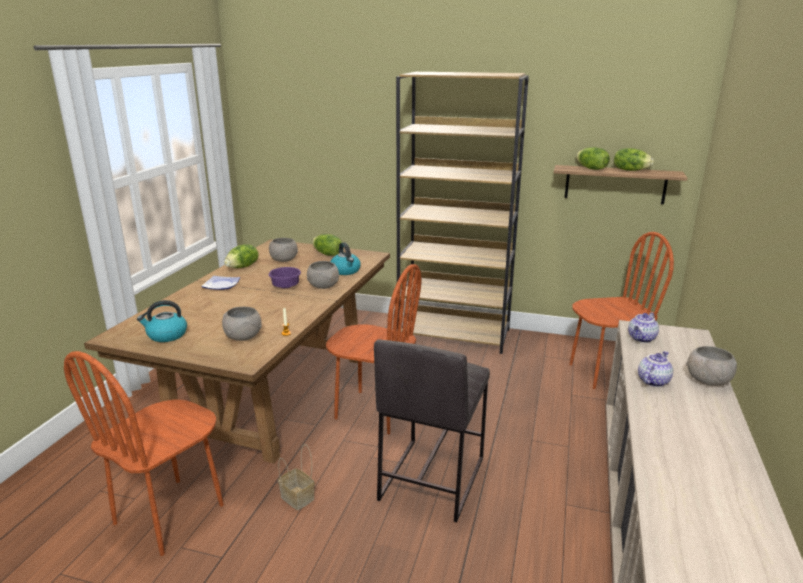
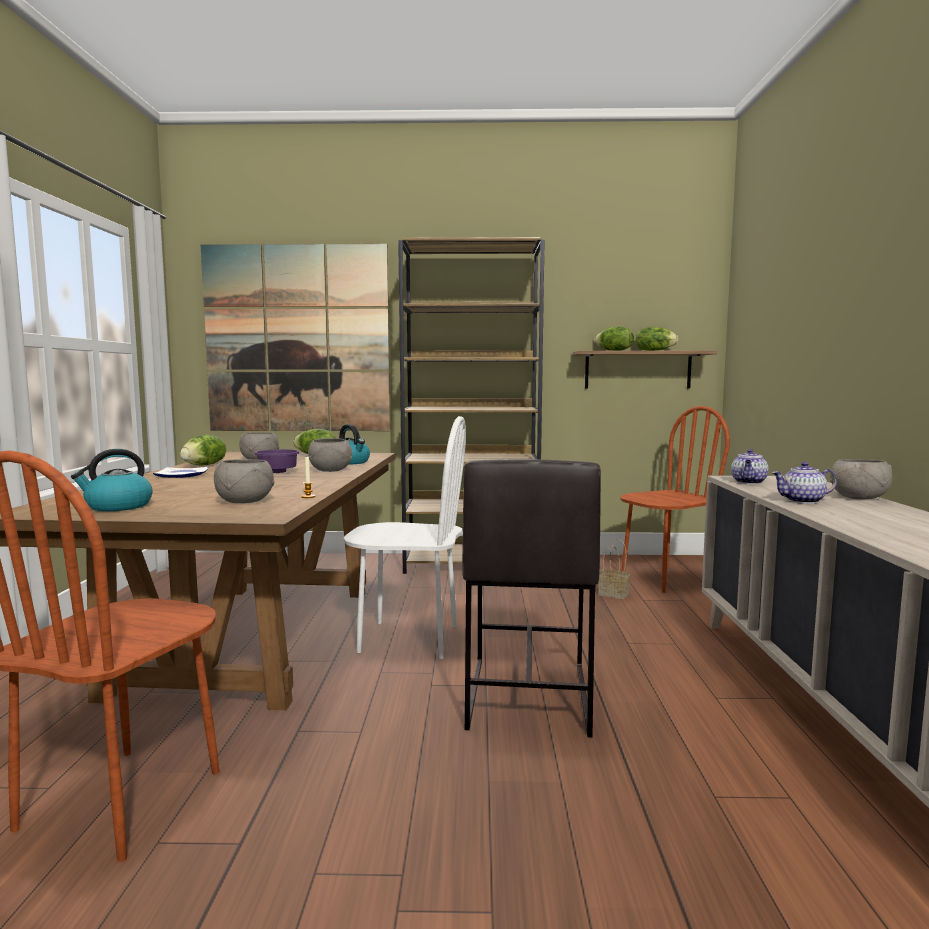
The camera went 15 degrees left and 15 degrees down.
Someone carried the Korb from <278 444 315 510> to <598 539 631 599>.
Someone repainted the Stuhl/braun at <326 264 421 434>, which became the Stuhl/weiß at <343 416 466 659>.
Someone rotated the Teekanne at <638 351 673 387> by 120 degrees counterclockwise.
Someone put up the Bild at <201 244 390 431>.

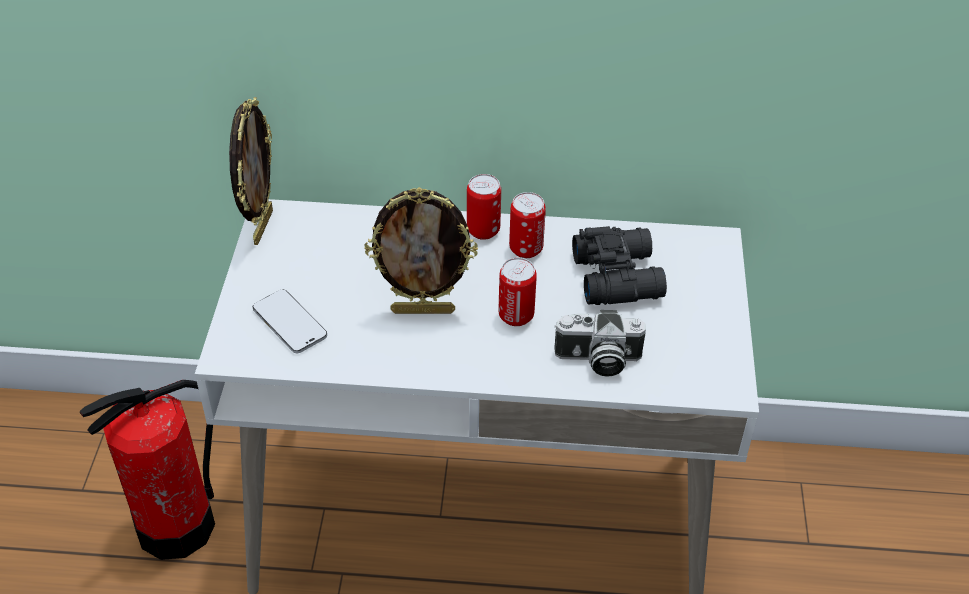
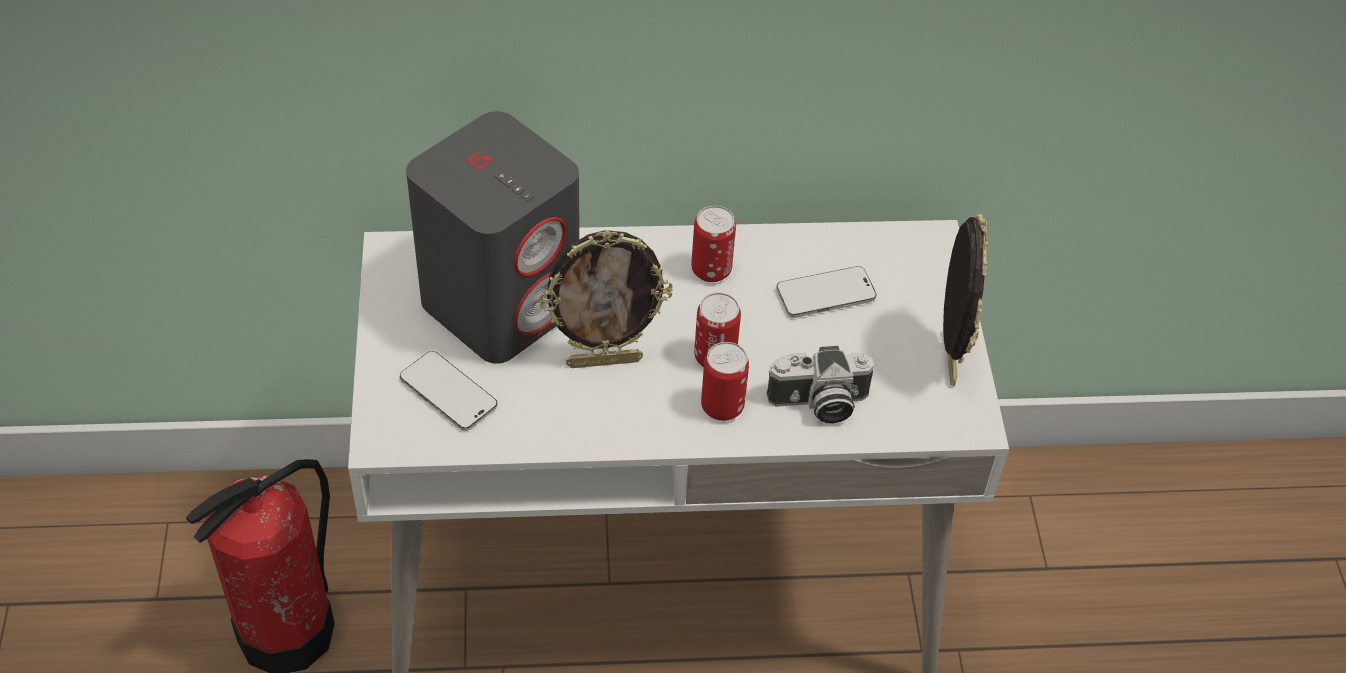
The camera went 10 degrees left and 5 degrees up.
Someone carried the Bilderrahmen from <229 97 273 245> to <943 213 988 386>.
Someone carried the Dose from <467 174 501 240> to <701 342 749 421>.
Someone swapped the Fernglas/schwarz at <572 226 667 305> for the Handy at <776 266 877 318>.
Someone put down the Lautsprecher/grau at <406 111 579 364>.

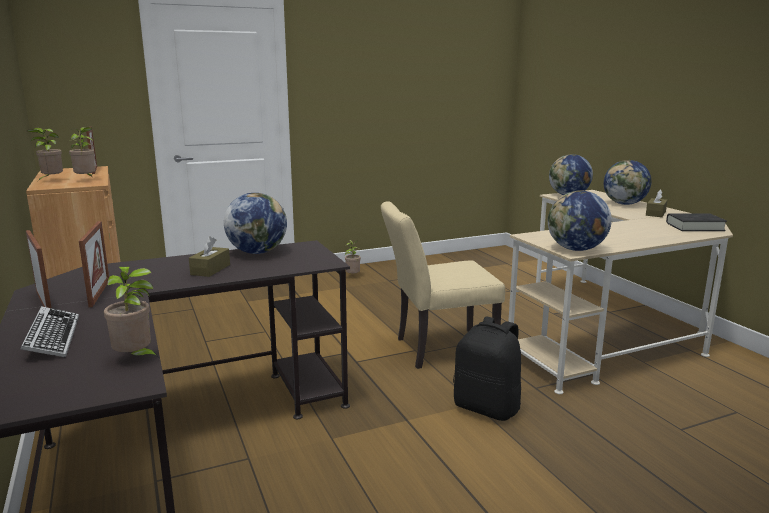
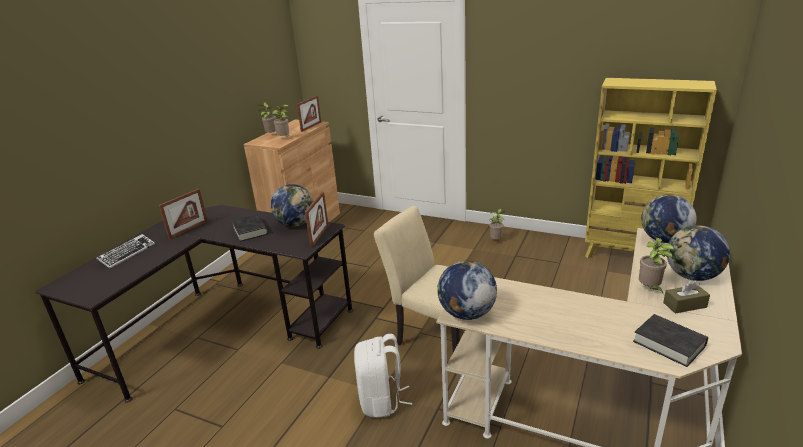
The camera went 50 degrees right and 10 degrees up.
Someone carried the Bilderrahmen from <26 230 52 308> to <305 192 328 247>.
Someone carried the Topfpflanze from <104 267 159 359> to <639 238 674 295>.
Someone swapped the Taschentuchbox/braun at <189 236 230 277> for the Buch/schwarz at <231 214 268 242>.
Someone repainted the Rucksack/schwarz at <453 317 521 421>, which became the Rucksack/weiß at <354 334 412 418>.
Someone put down the Bücherregal/gelb at <585 78 717 258>.

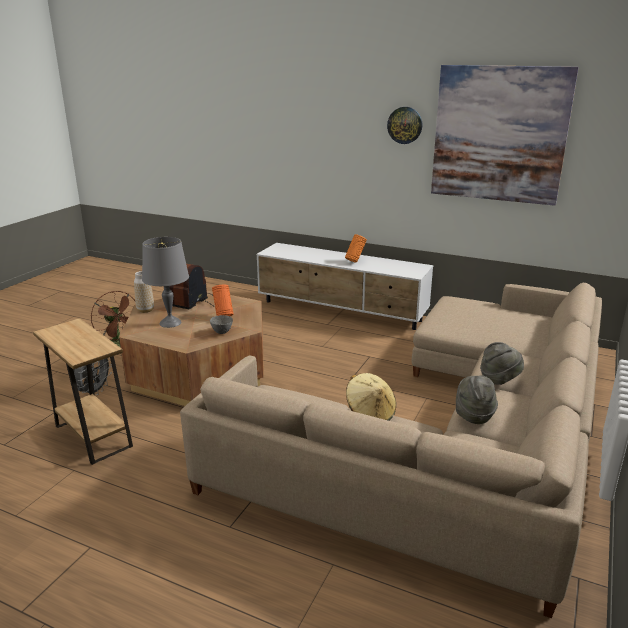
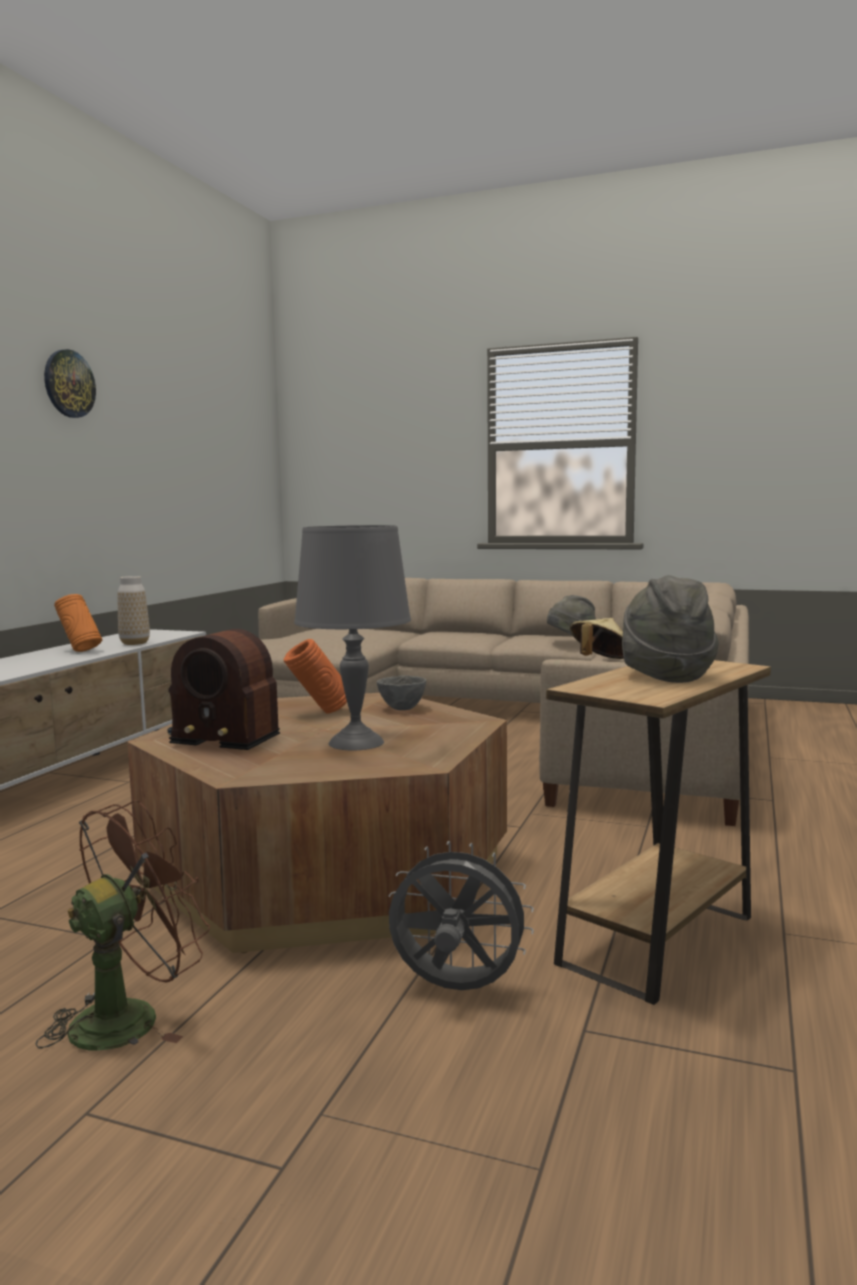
The camera went 95 degrees left and 15 degrees down.
Someone carried the Vase from <134 271 154 313> to <118 576 150 645>.
Someone took away the Bild at <431 65 579 206>.
Someone carried the Hut/grau from <480 342 524 385> to <622 575 719 683>.

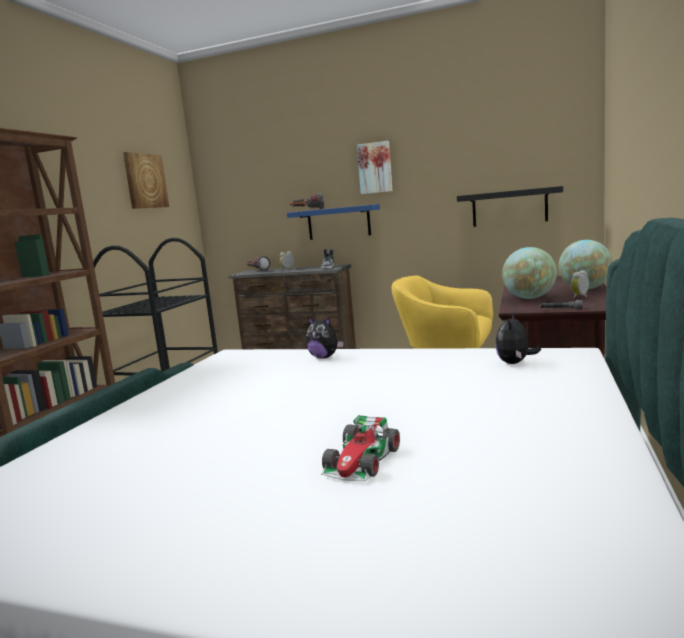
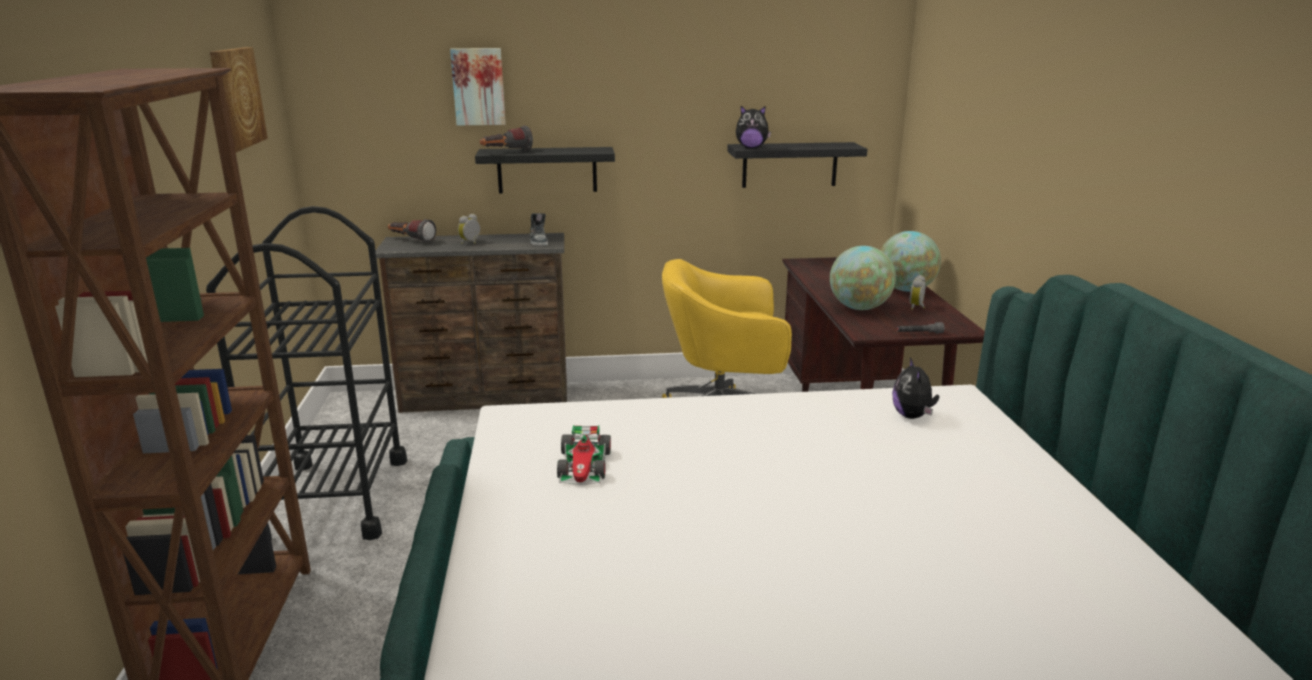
The camera went 25 degrees left and 10 degrees up.
Someone repainted the Wandregal/blau at <287 204 380 240>, which became the Wandregal/schwarz at <475 147 615 194>.
Someone carried the Plüschtier from <306 317 344 359> to <736 106 771 148>.
Someone carried the Spielzeugauto from <321 415 400 481> to <557 425 611 485>.
Someone carried the Bild from <357 141 393 194> to <450 48 506 125>.

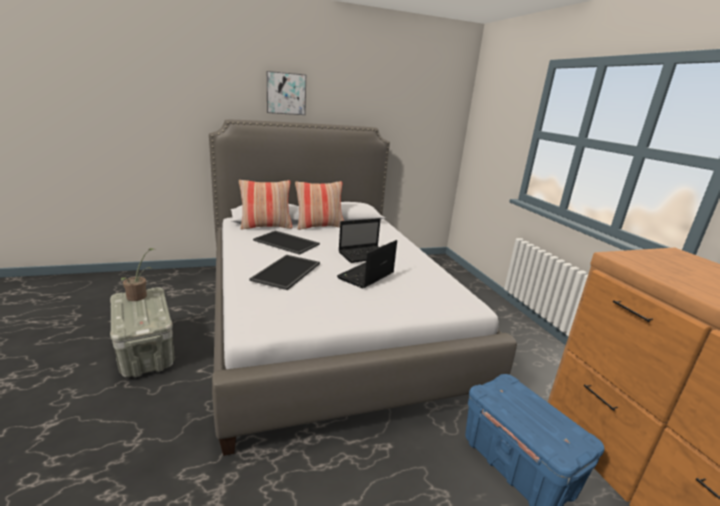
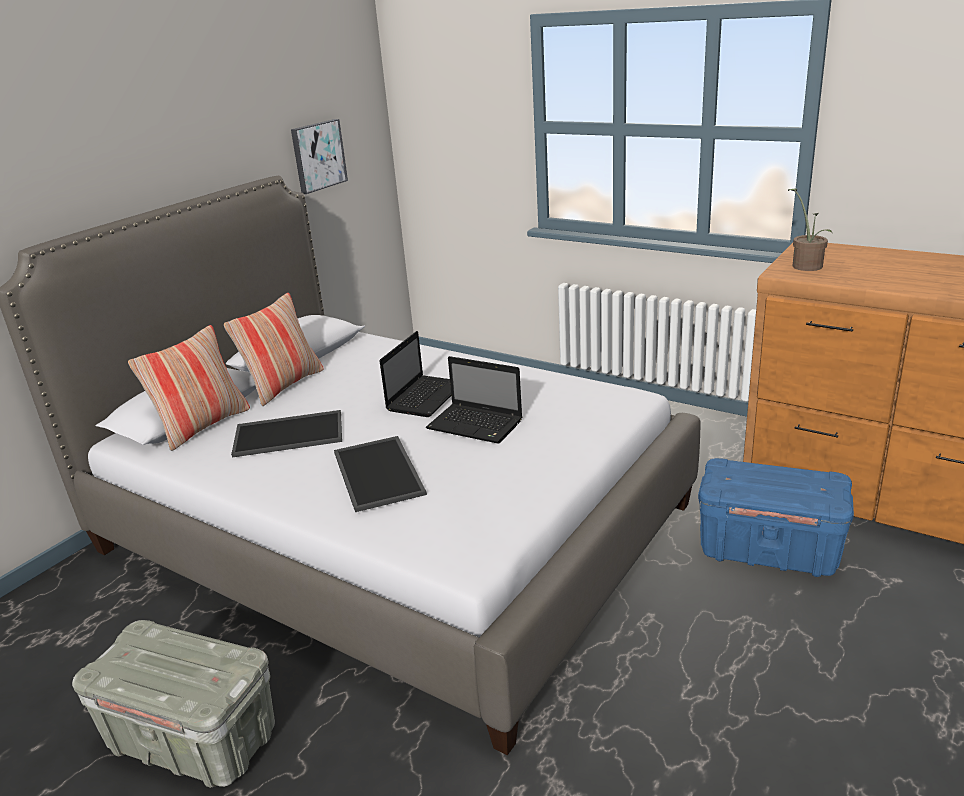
The camera went 35 degrees left and 5 degrees up.
Someone carried the Topfpflanze from <121 248 154 301> to <788 188 832 271>.
Someone carried the Bild from <267 71 306 115> to <291 119 348 194>.
Someone rotated the Laptop at <337 240 397 288> by 60 degrees counterclockwise.

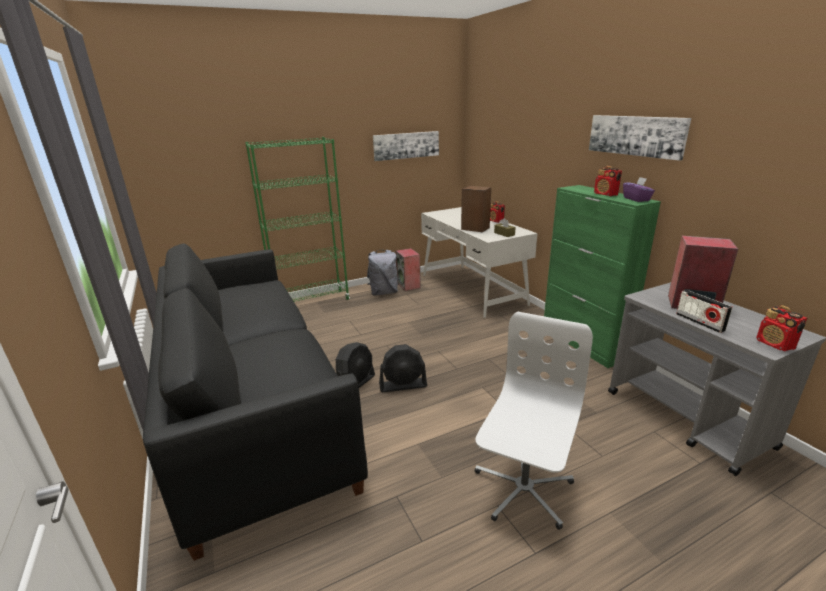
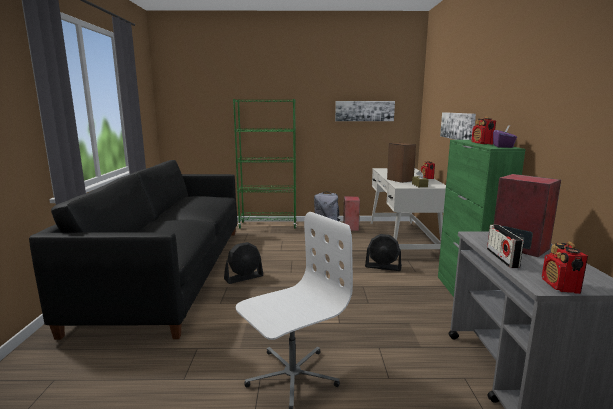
The camera went 25 degrees right and 10 degrees down.
Someone carried the Ventilator/schwarz from <379 344 427 392> to <365 234 402 271>.
Someone carried the Bild from <589 115 691 161> to <440 112 476 140>.

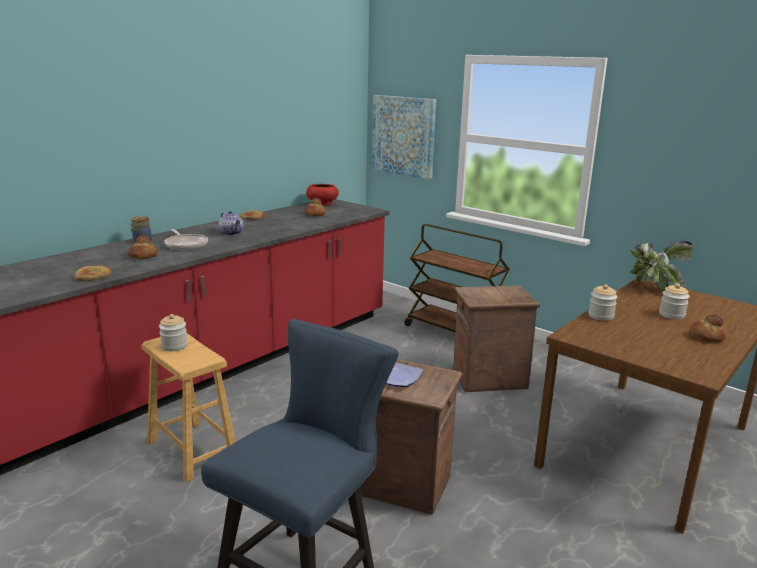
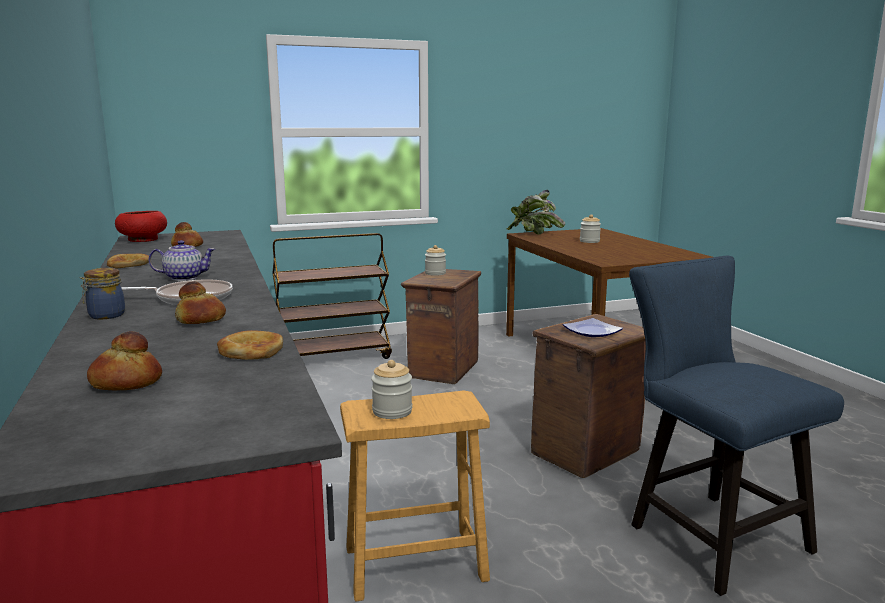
The camera went 60 degrees left and 5 degrees down.
Someone took away the Bild at <372 95 436 179>.
Someone carried the Vorratsglas from <588 284 617 321> to <425 245 446 276>.
Someone carried the Brot from <689 314 725 343> to <87 331 162 390>.

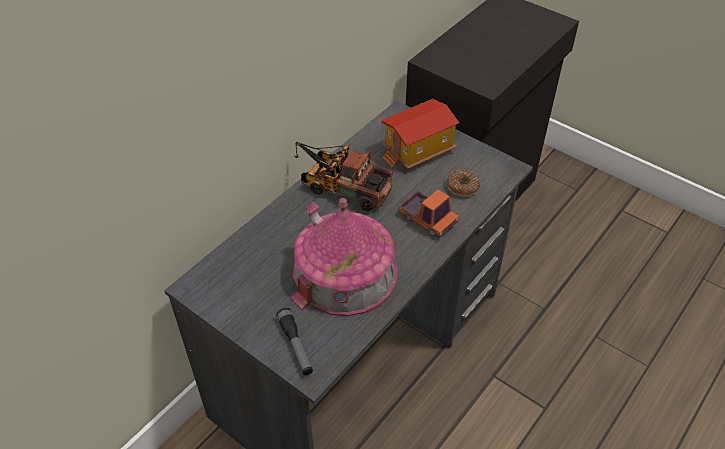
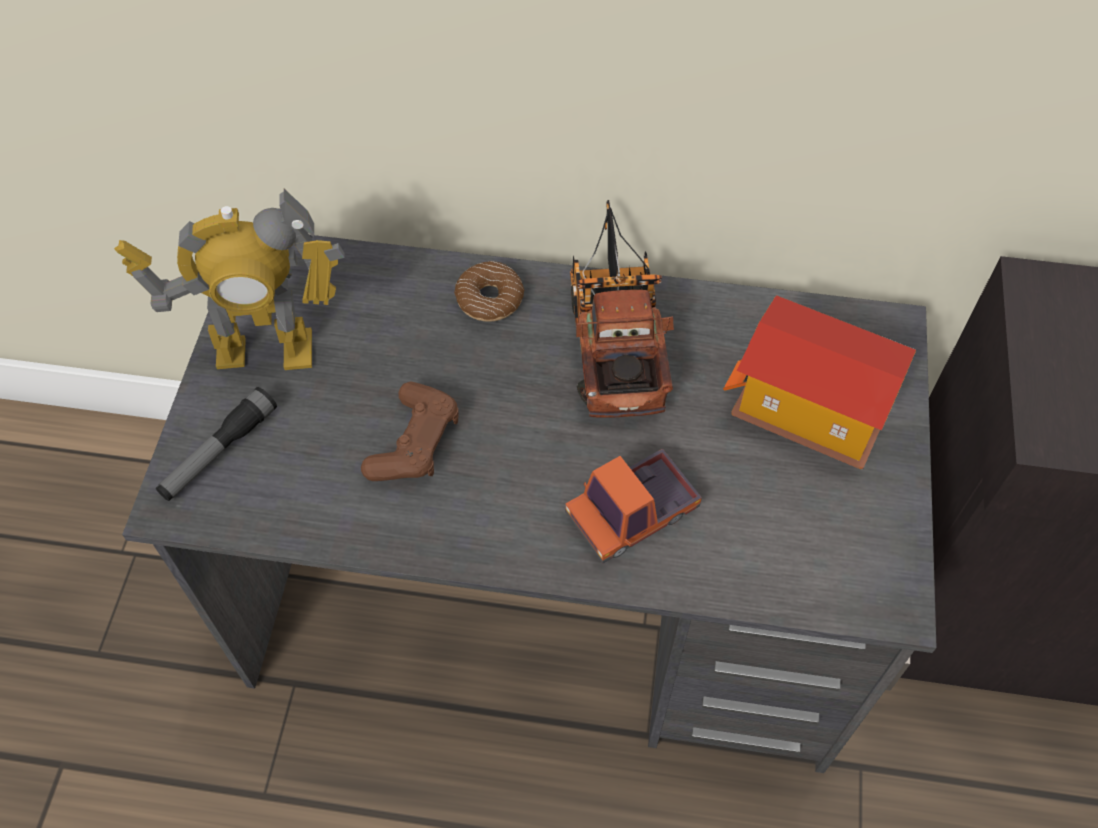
The camera went 60 degrees right and 10 degrees up.
Someone swapped the Spielzeughaus at <291 198 397 316> for the Gamepad/braun at <361 381 459 481>.
Someone rotated the Spielzeuglaster at <398 189 459 238> by 45 degrees clockwise.
Someone carried the Donut from <447 170 480 197> to <454 261 525 322>.
Someone put down the Spielzeugroboter at <114 189 345 370>.

